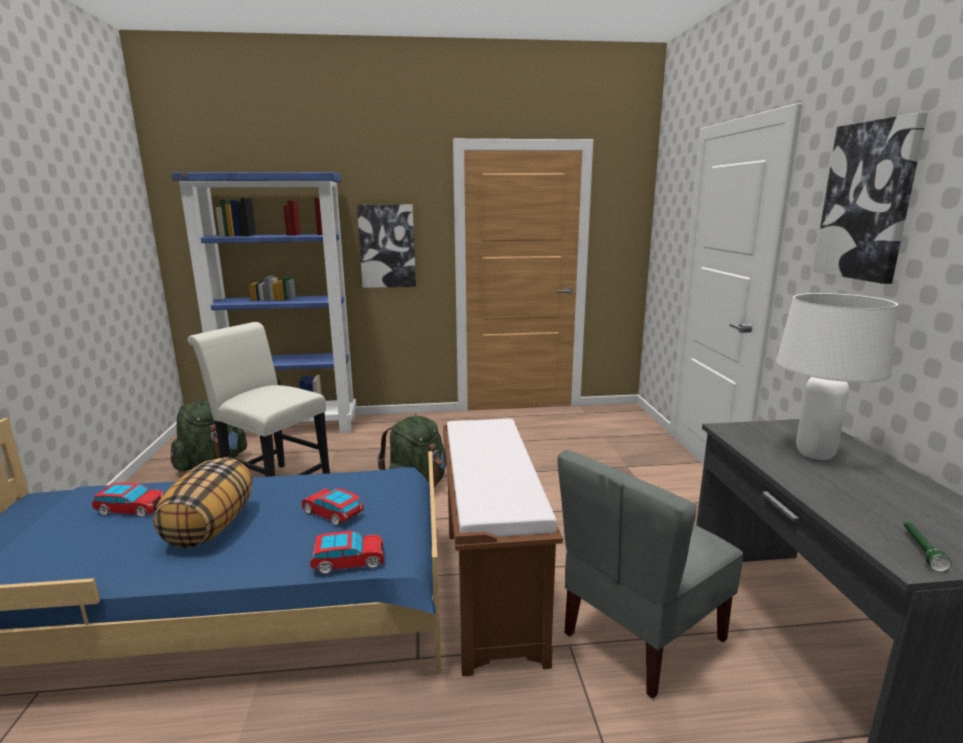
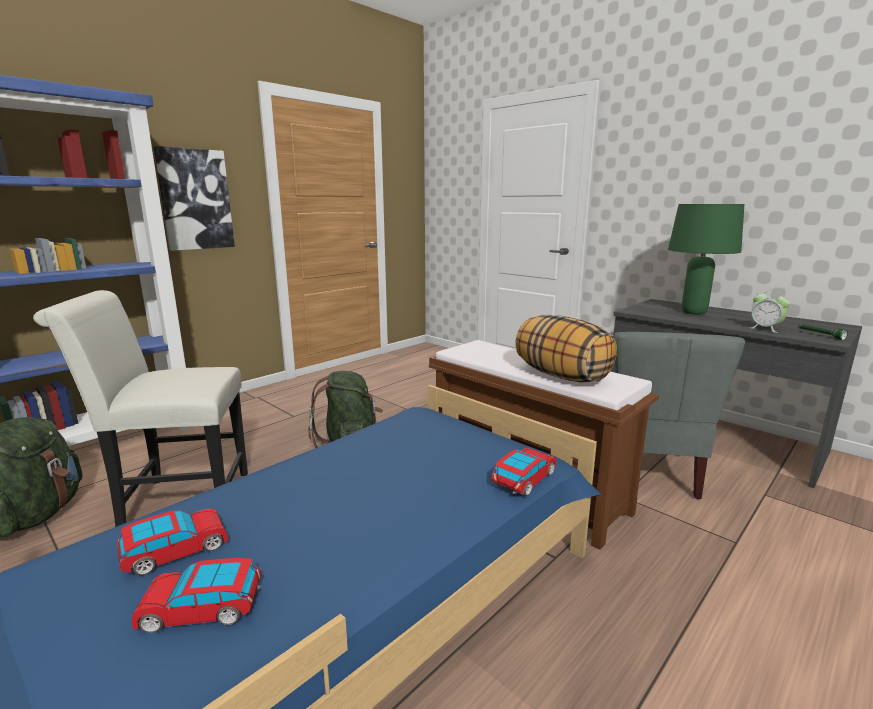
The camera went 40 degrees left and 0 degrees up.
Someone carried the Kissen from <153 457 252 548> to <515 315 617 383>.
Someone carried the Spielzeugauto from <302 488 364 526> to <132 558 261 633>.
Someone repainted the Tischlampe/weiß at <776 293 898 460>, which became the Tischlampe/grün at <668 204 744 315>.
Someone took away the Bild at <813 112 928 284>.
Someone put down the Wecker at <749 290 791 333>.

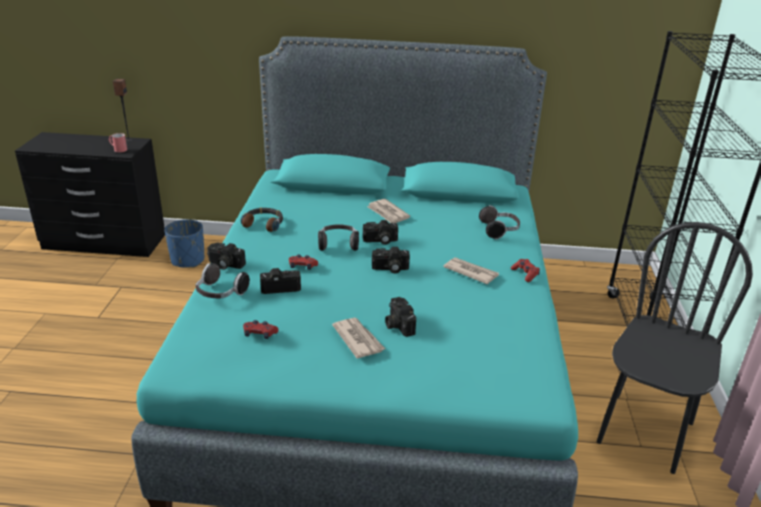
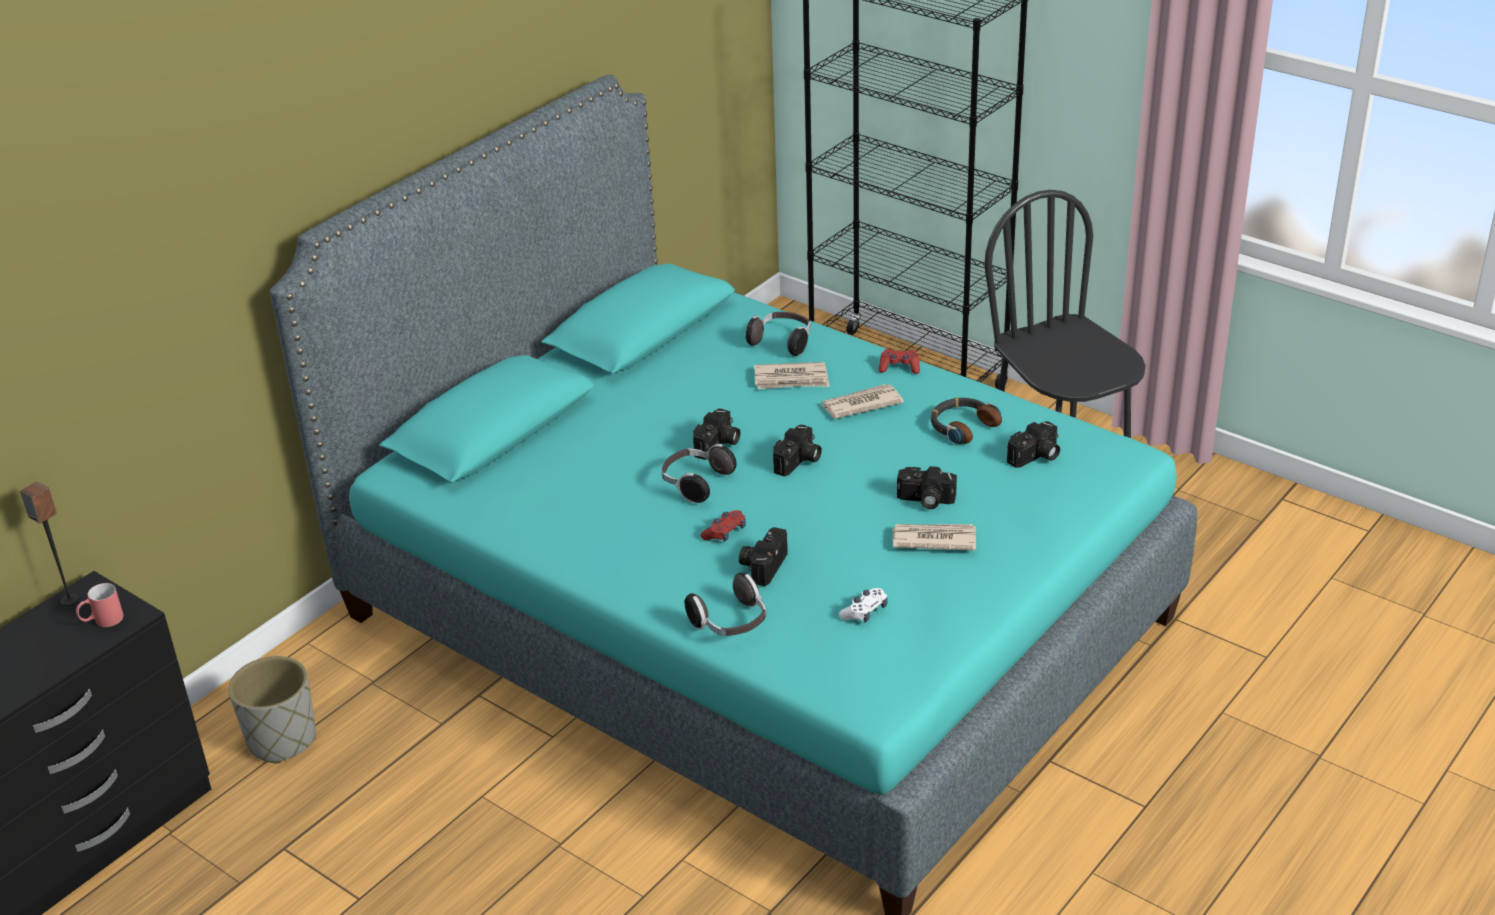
The camera went 55 degrees left and 5 degrees up.
Someone repainted the Pflanzkübel/blau at <164 219 204 268>, which became the Pflanzkübel/grau at <228 656 316 764>.
Someone carried the Kamera from <207 242 246 270> to <1007 421 1060 468>.
Someone carried the Kopfhörer from <241 207 283 232> to <931 397 1002 444>.
Someone repainted the Gamepad/rot at <243 320 279 339>, which became the Gamepad/weiß at <839 588 888 622>.
Someone carried the Zeitung from <367 199 410 223> to <754 362 830 389>.

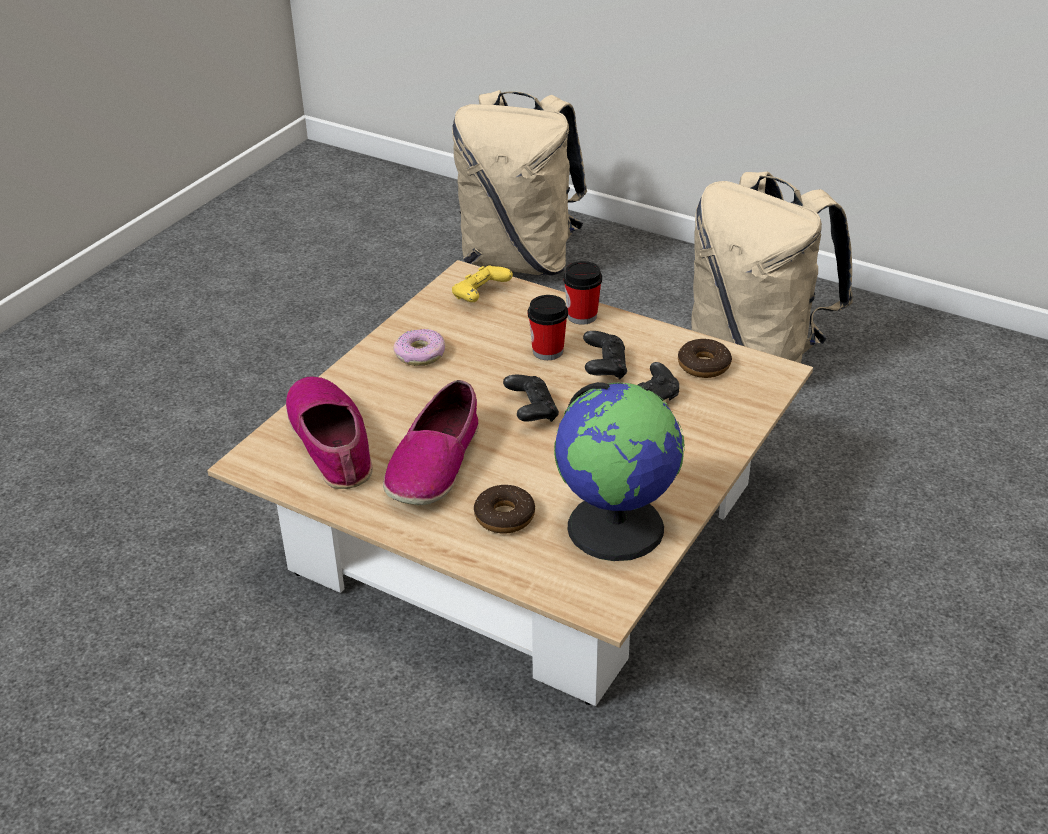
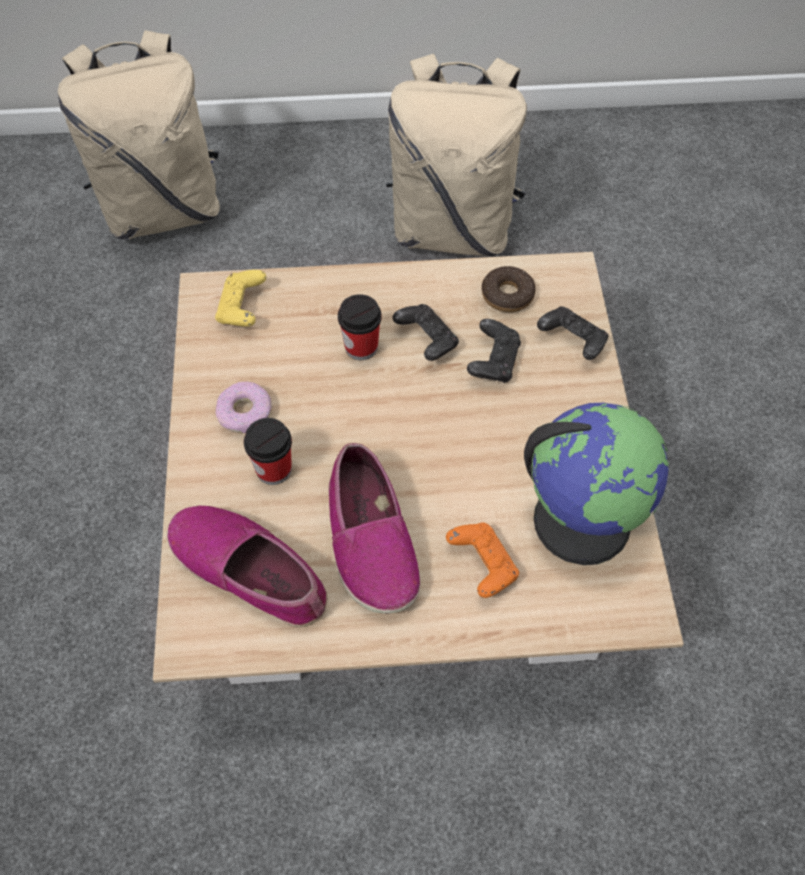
The camera went 35 degrees left and 20 degrees up.
Someone swapped the Donut at <474 485 535 534> for the Gamepad/orange at <446 522 519 598>.
Someone carried the Gamepad/schwarz from <503 375 559 422> to <537 306 609 360>.
Someone carried the Tasse from <563 261 602 325> to <244 418 292 485>.

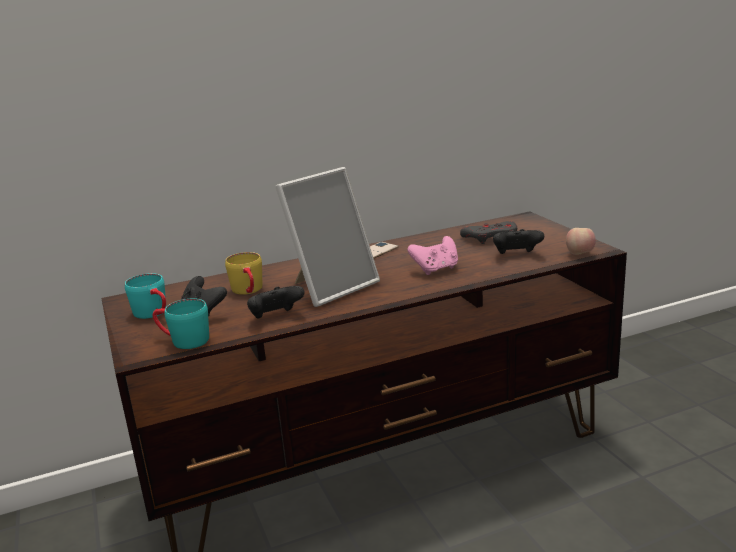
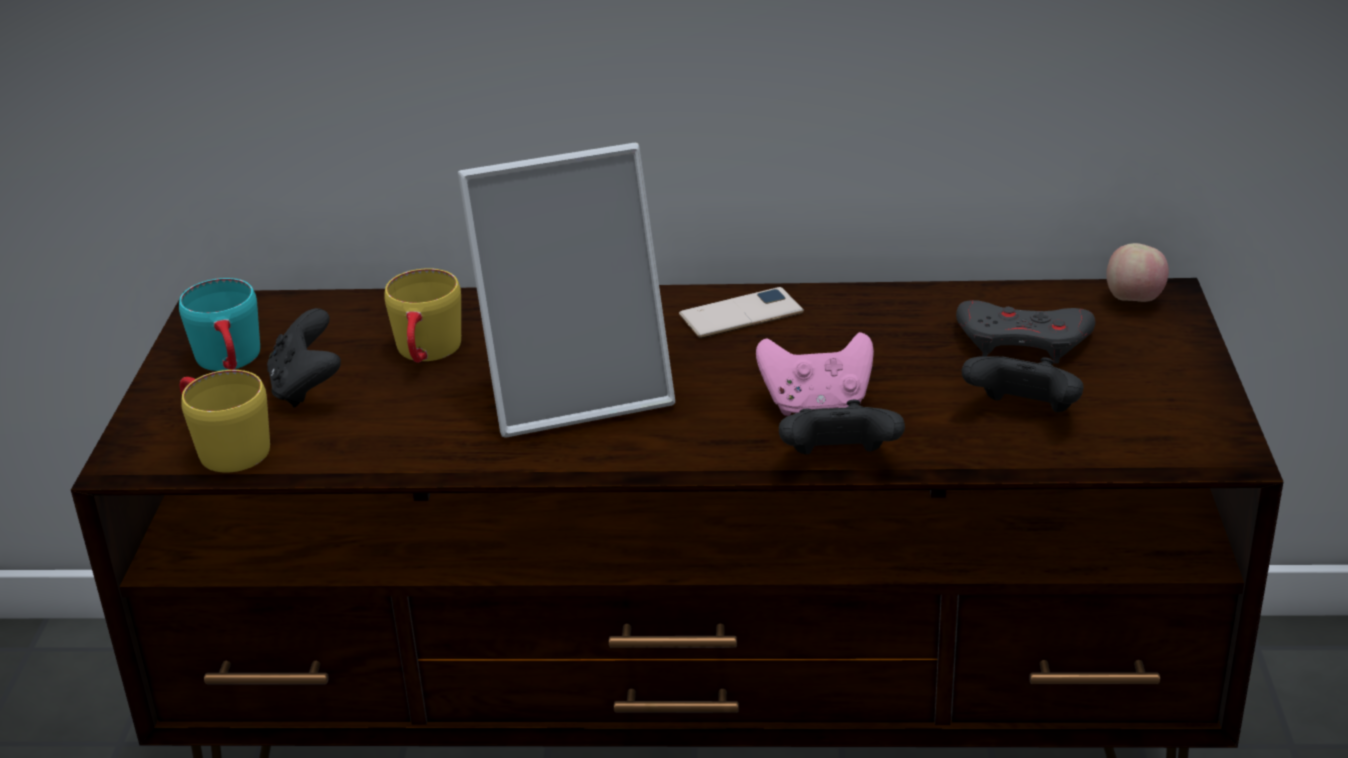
The camera went 25 degrees right and 10 degrees up.
Someone repainted the Henkelbecher/türkis at <153 298 209 349>, which became the Henkelbecher/gelb at <180 370 270 473>.
Someone carried the Gamepad/schwarz from <247 286 305 319> to <779 400 905 455>.
Someone carried the Apfel from <566 228 596 255> to <1106 243 1169 302>.

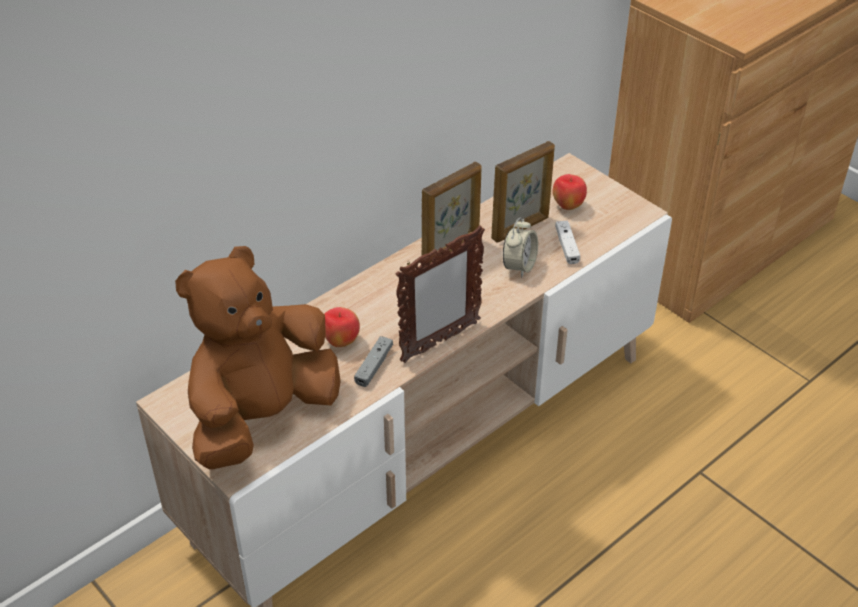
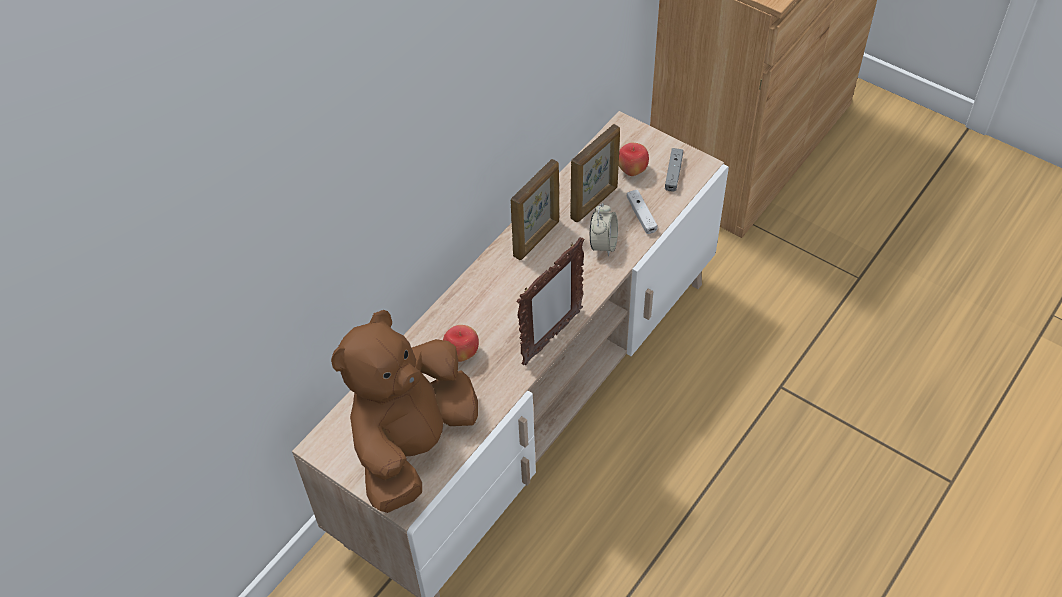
The camera went 10 degrees left and 10 degrees up.
Someone carried the Gamepad/grau from <354 336 393 387> to <665 148 683 192>.

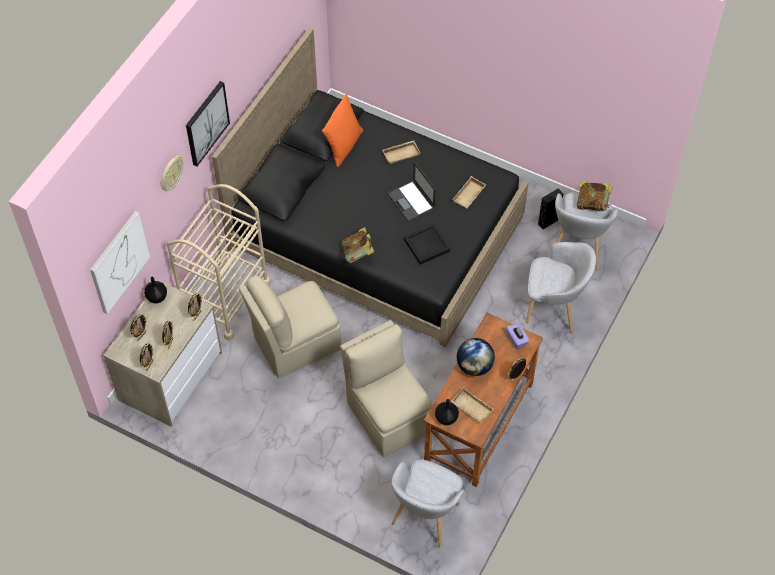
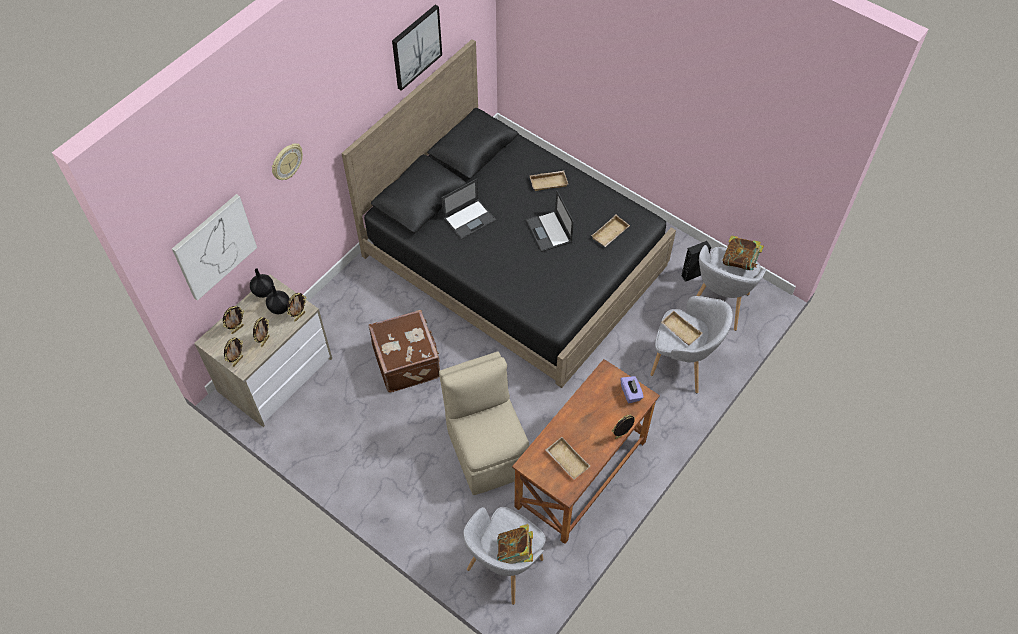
The camera went 10 degrees right and 0 degrees up.
Someone took away the Rollwagen/beige at <167 184 271 341>.
Someone carried the Bild from <186 81 230 166> to <392 5 442 91>.
Someone swapped the Stuhl/beige at <239 276 341 378> for the Koffer/braun at <369 310 440 393>.
Someone took away the Kissen/orange at <322 94 363 167>.
Someone carried the Buch from <342 227 374 263> to <497 524 533 563>.
Someone took away the Tablett/schwarz at <404 224 450 265>.
Someone carried the Vase/schwarz from <435 399 459 425> to <266 285 290 314>.
Someone took away the Globus at <457 338 495 376>.
Someone put down the Laptop at <442 179 496 240>.
Someone put down the Tablett/beige at <661 311 702 345>.

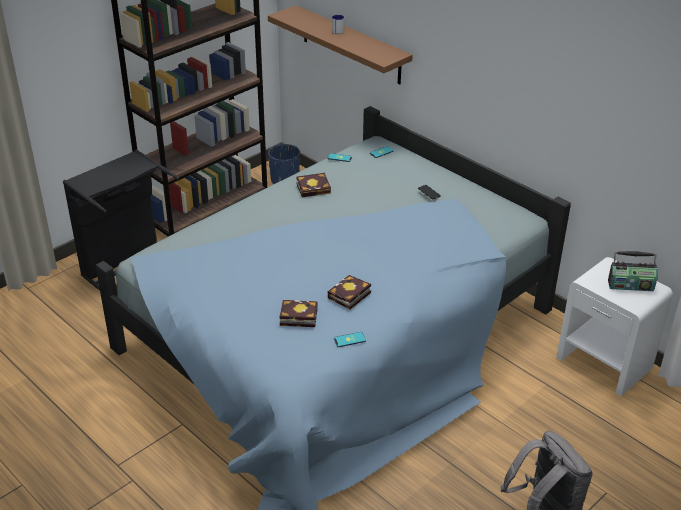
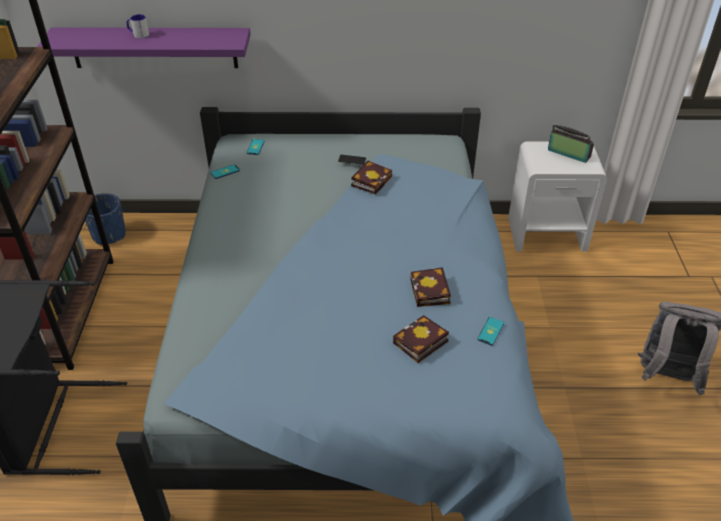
The camera went 45 degrees left and 5 degrees up.
Someone repainted the Wandregal/braun at <268 5 413 85>, which became the Wandregal/lila at <37 27 251 68>.
Someone carried the Buch from <296 173 331 197> to <351 160 392 194>.
Someone rotated the Radio at <608 251 658 291> by 105 degrees counterclockwise.

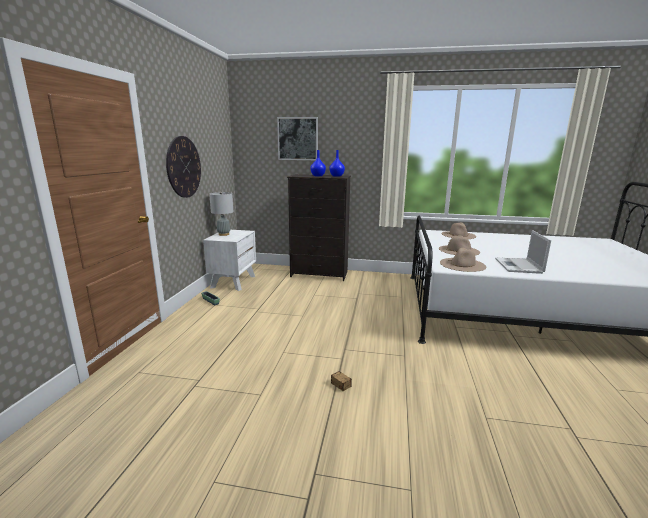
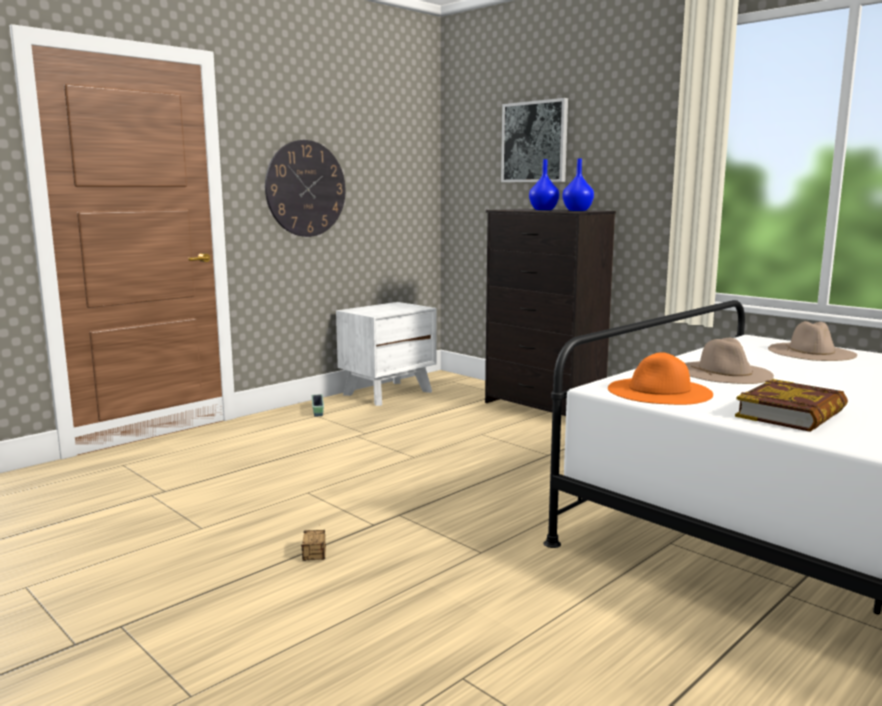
The camera went 35 degrees right and 5 degrees down.
Someone took away the Tischlampe/grau at <209 192 234 236>.
Someone repainted the Hut/beige at <440 248 486 272>, which became the Hut/orange at <608 352 713 405>.
Someone swapped the Laptop at <495 230 551 274> for the Buch at <735 379 848 432>.

